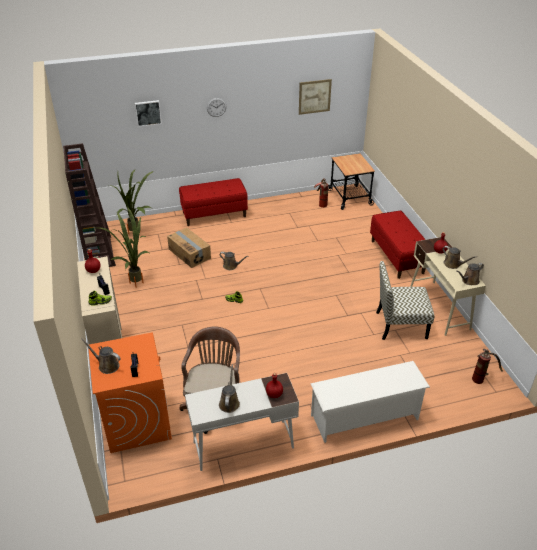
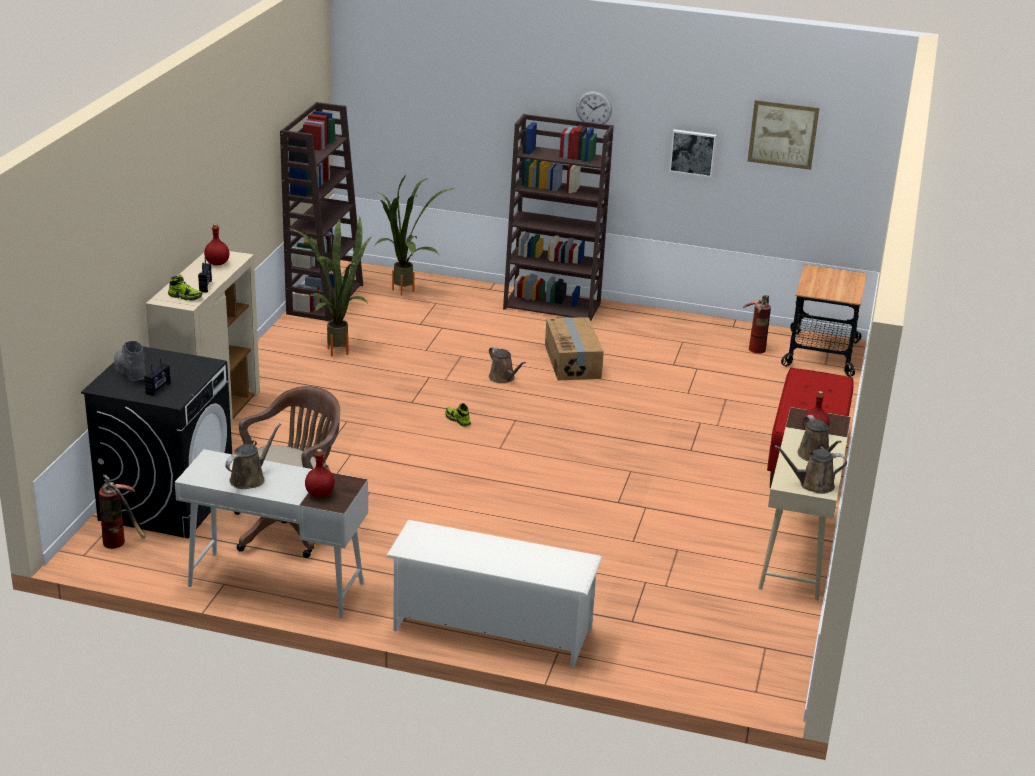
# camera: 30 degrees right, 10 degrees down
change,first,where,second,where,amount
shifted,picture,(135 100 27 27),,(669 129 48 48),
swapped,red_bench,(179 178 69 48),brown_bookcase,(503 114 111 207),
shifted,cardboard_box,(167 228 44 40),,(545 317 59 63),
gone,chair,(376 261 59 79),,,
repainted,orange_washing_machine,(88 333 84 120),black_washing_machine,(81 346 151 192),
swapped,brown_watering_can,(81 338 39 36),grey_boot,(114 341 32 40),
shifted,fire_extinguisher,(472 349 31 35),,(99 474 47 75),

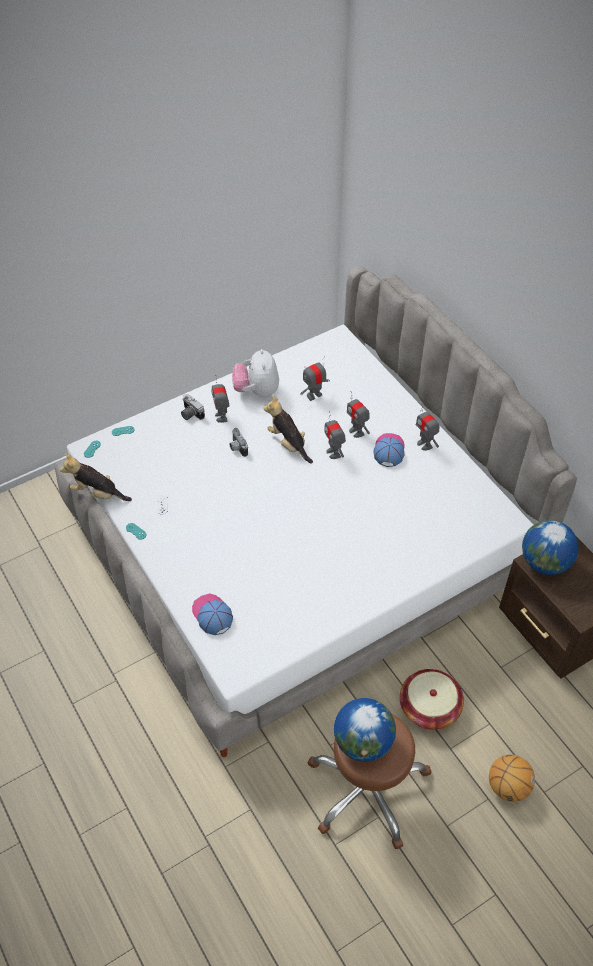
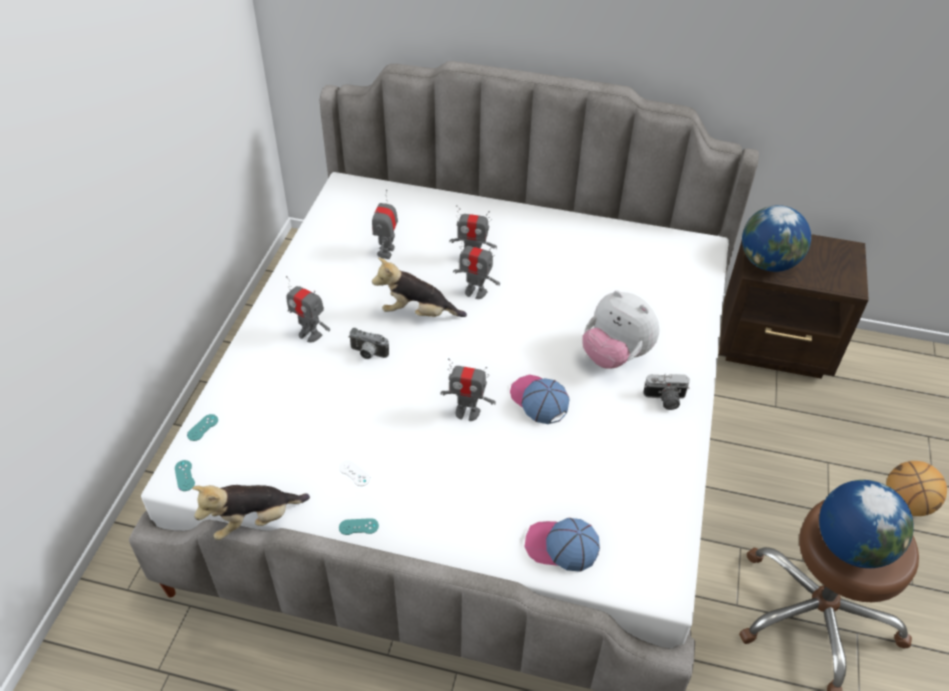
# camera: 45 degrees left, 5 degrees down
change,first,where,second,where,amount
shifted,plush_toy,(232 349 47 48),,(582 291 77 78),
shifted,photo_camera,(181 394 24 26),,(643 374 47 36),
shifted,toy_robot,(415 404 24 47),,(440 358 56 63),
shifted,cap,(373 433 32 34),,(510 375 60 49),
gone,basket,(400 669 64 61),,,

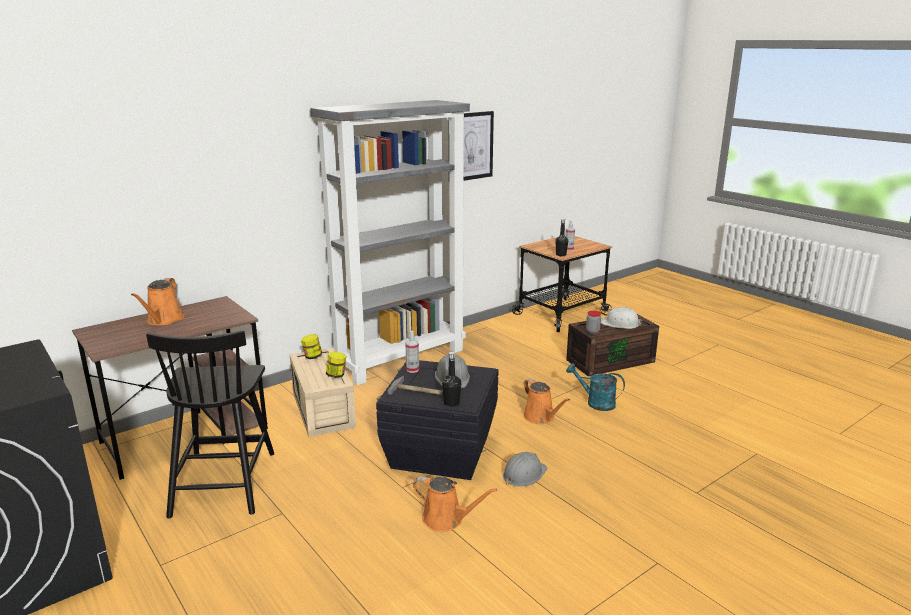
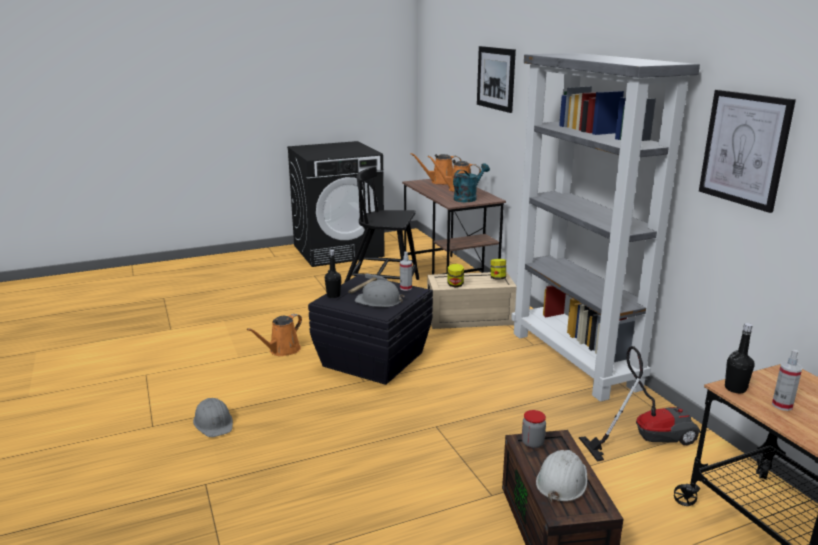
# camera: 105 degrees right, 0 degrees up
change,first,where,second,where,amount
shifted,turquoise_watering_can,(566 363 59 48),,(453 163 37 39),
shifted,orange_watering_can,(523 379 47 45),,(410 153 51 31),
shifted,grey_hard_hat,(503 452 44 35),,(193 398 40 39),
new,,,picture,(477 46 39 67),
new,,,vacuum_cleaner,(579 346 122 116),

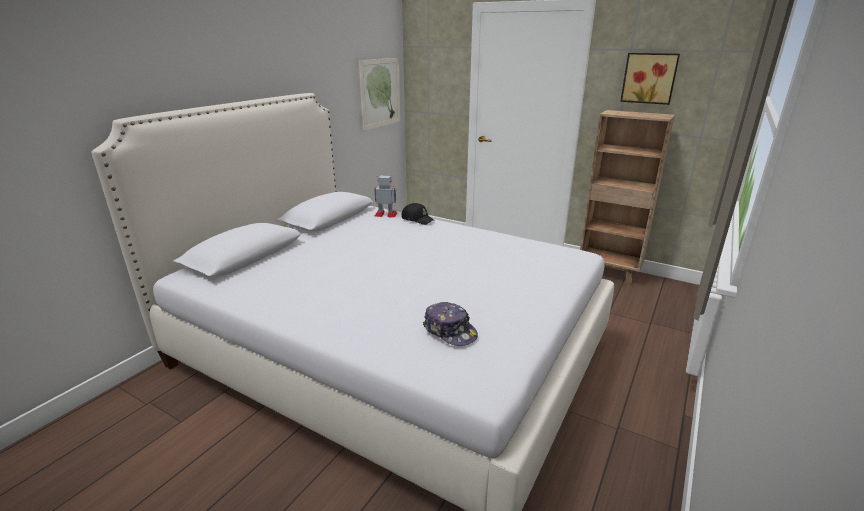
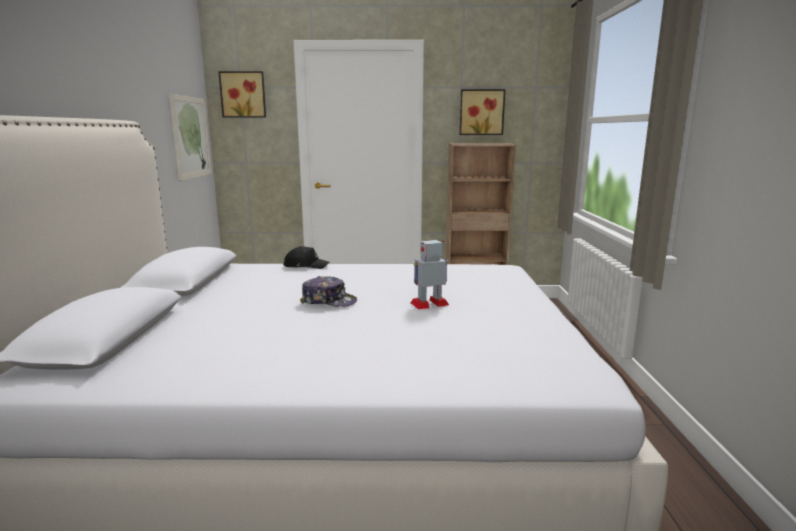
# camera: 30 degrees left, 10 degrees down
change,first,where,second,where,amount
shifted,toy_robot,(374 175 23 42),,(410 240 39 69),
shifted,cap,(423 302 55 44),,(300 276 57 30),
new,,,picture,(218 71 48 47),

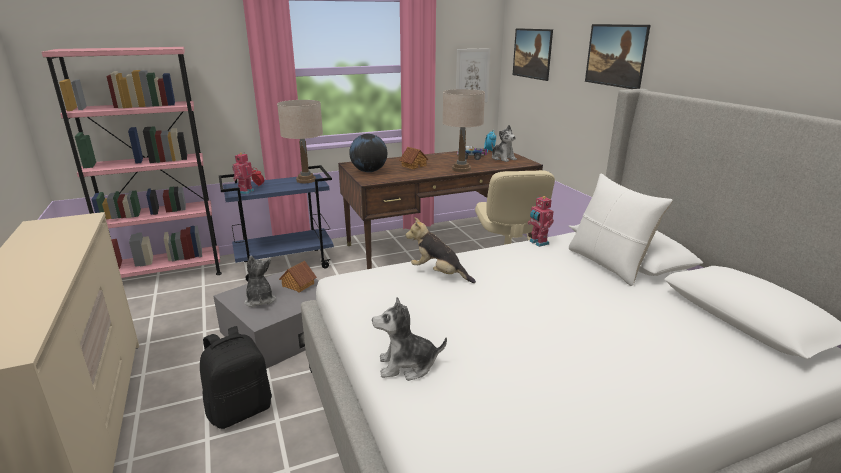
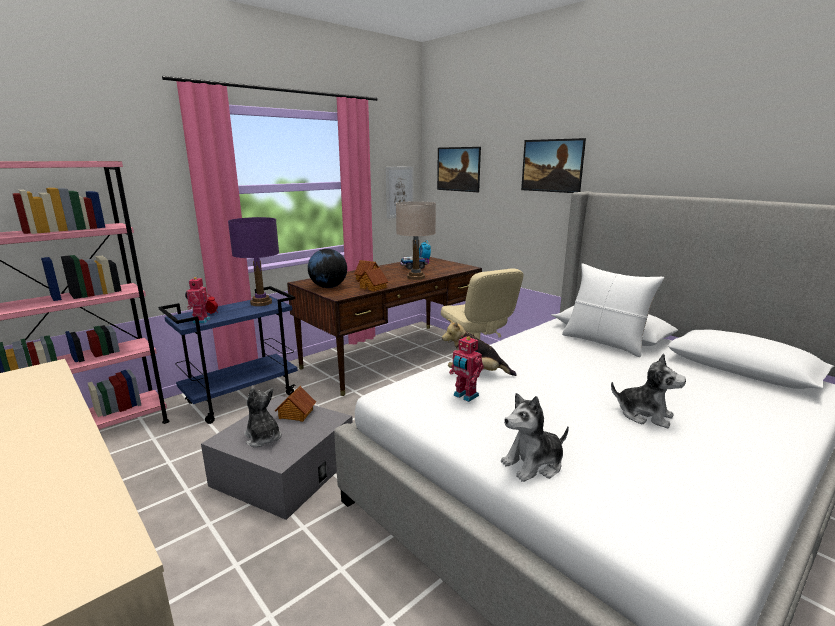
# camera: 20 degrees left, 5 degrees down
change,first,where,second,where,amount
repainted,beige_table_lamp,(277 100 46 83),purple_table_lamp,(228 217 51 89),
shifted,plush_toy,(491 125 26 37),,(611 353 75 75),
shifted,toy_robot,(528 195 26 52),,(449 336 35 66),
gone,black_backpack,(200 326 72 103),,,
new,,,toy_house,(357 267 31 25),

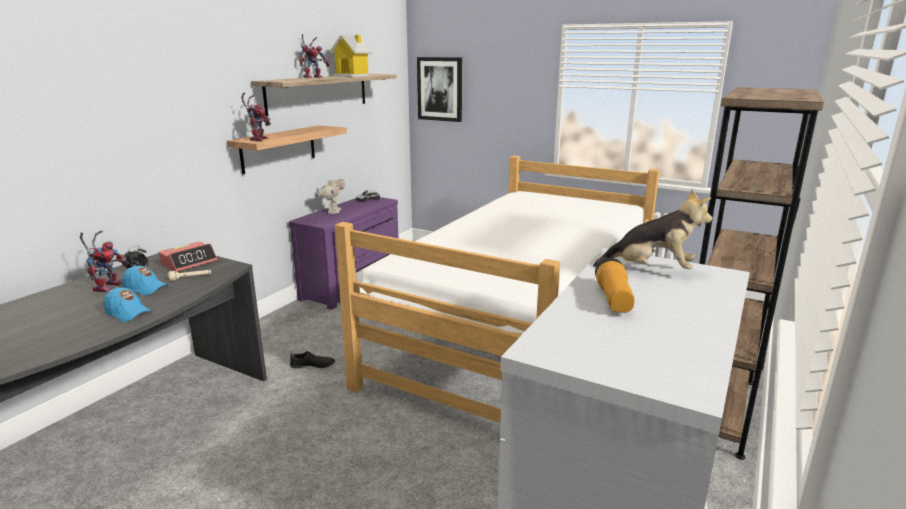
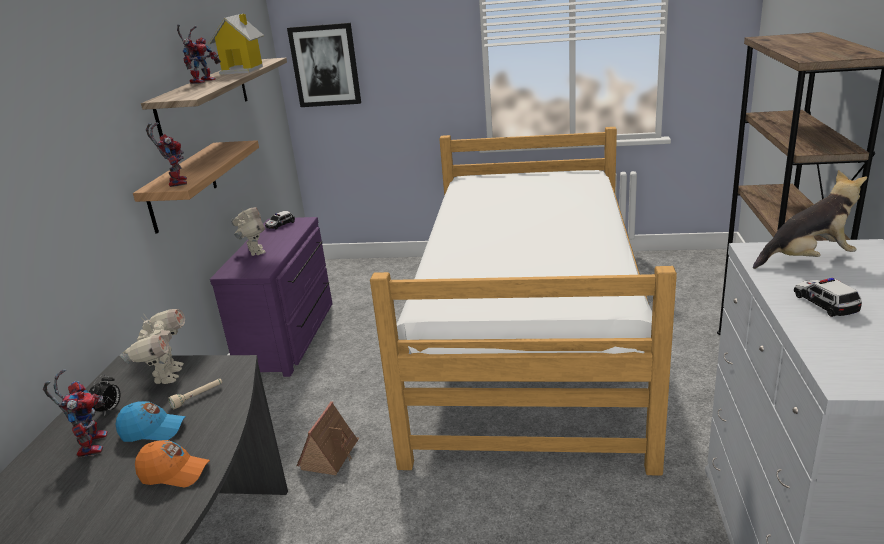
# camera: 20 degrees left, 5 degrees up
change,first,where,second,where,amount
swapped,alarm_clock,(158 241 59 31),toy_robot,(120 309 65 75),
swapped,flashlight,(595 258 40 55),toy_car,(794 278 68 39),
repainted,blue_cap,(103 287 49 35),orange_cap,(135 440 75 47),
swapped,black_shoe,(290 351 45 17),toy_house,(297 401 62 74),

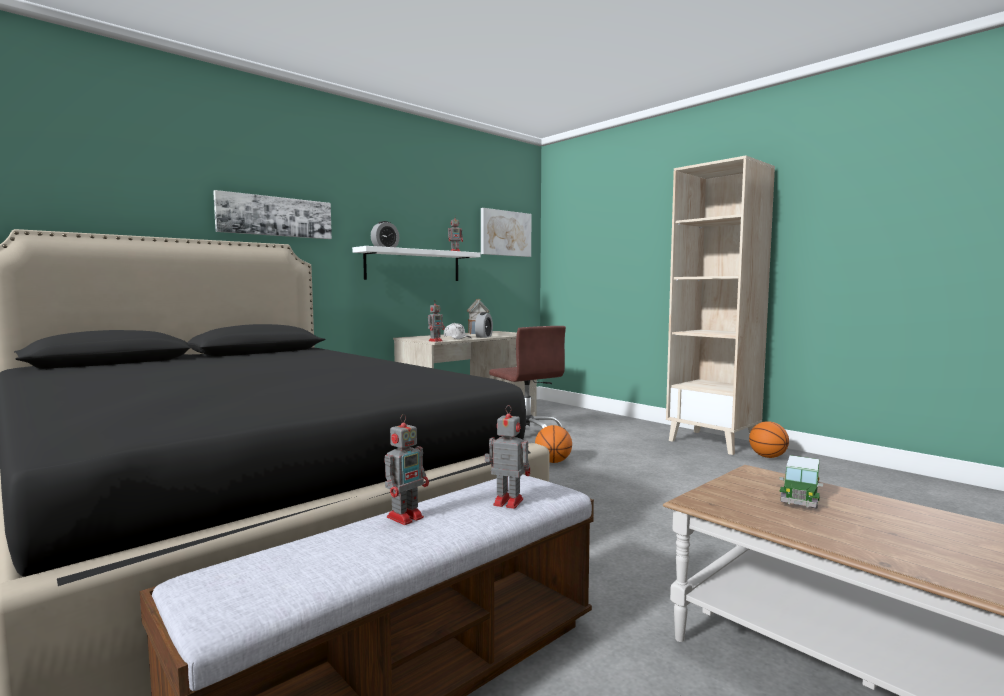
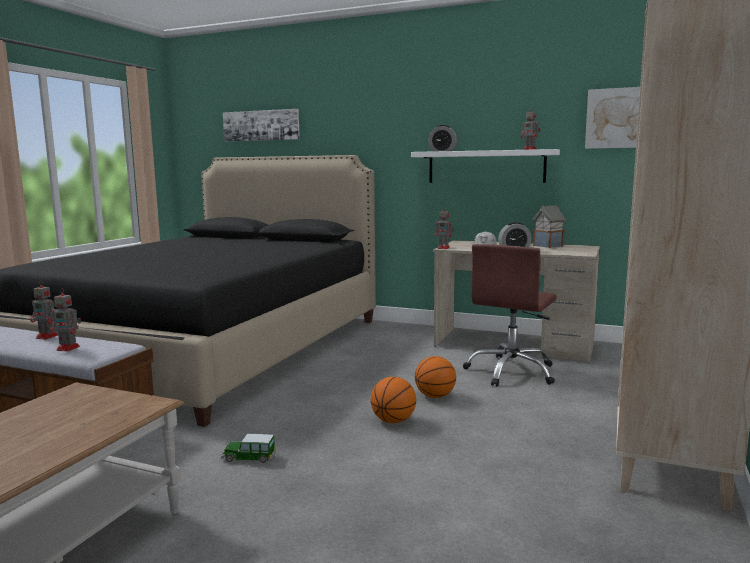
# camera: 65 degrees right, 5 degrees up
change,first,where,second,where,amount
shifted,picture,(213 190 119 49),,(223 109 77 33),
rotated,toy_robot,(484 405 46 104),,(50 288 31 63),105 degrees clockwise
shifted,basketball,(749 421 40 37),,(371 377 45 46),
shifted,toy_car,(779 455 44 54),,(221 434 55 29),

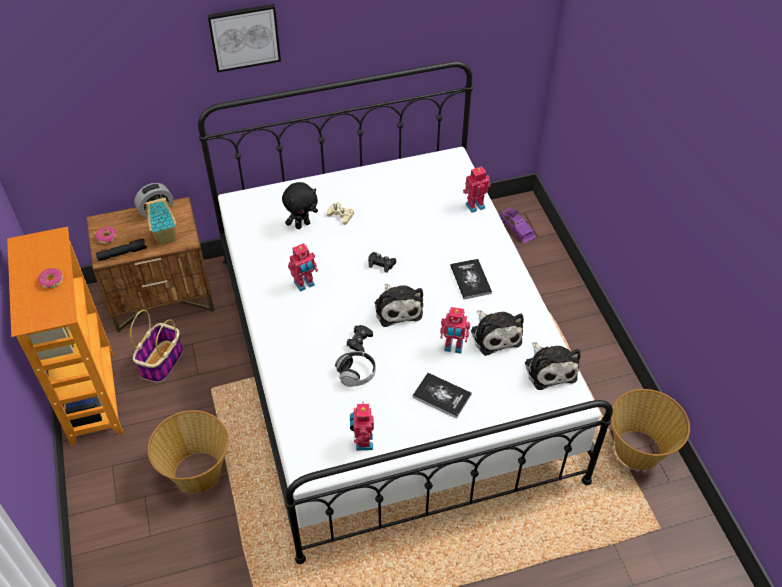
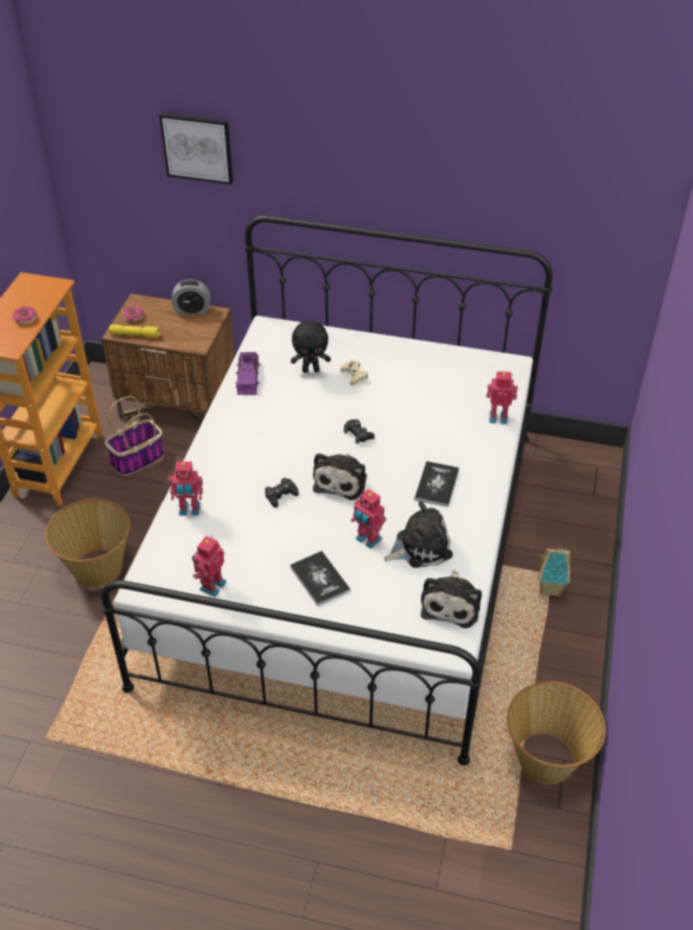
# camera: 30 degrees right, 5 degrees down
change,first,where,second,where,amount
shifted,picture,(207 4 74 69),,(159 113 74 71),
shifted,toy_house,(145 194 32 51),,(539 544 32 53),
shifted,purple_toy_car,(499 207 37 36),,(235 352 26 43),
repainted,black_flashlight,(95 239 52 22),yellow_flashlight,(109 324 52 14),
shifted,toy_robot,(288 243 30 49),,(169 461 34 54),
rotated,plush_toy,(471 310 53 46),,(384 501 69 67),120 degrees counterclockwise
gone,headphones,(335 351 41 36),,,

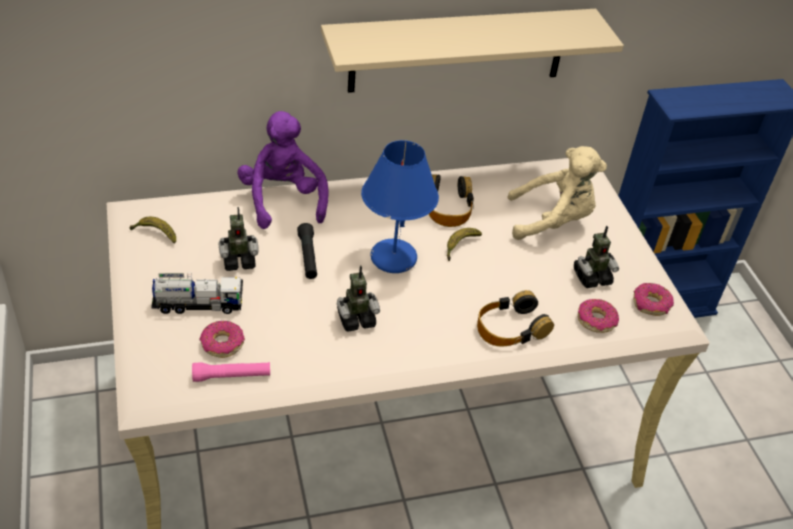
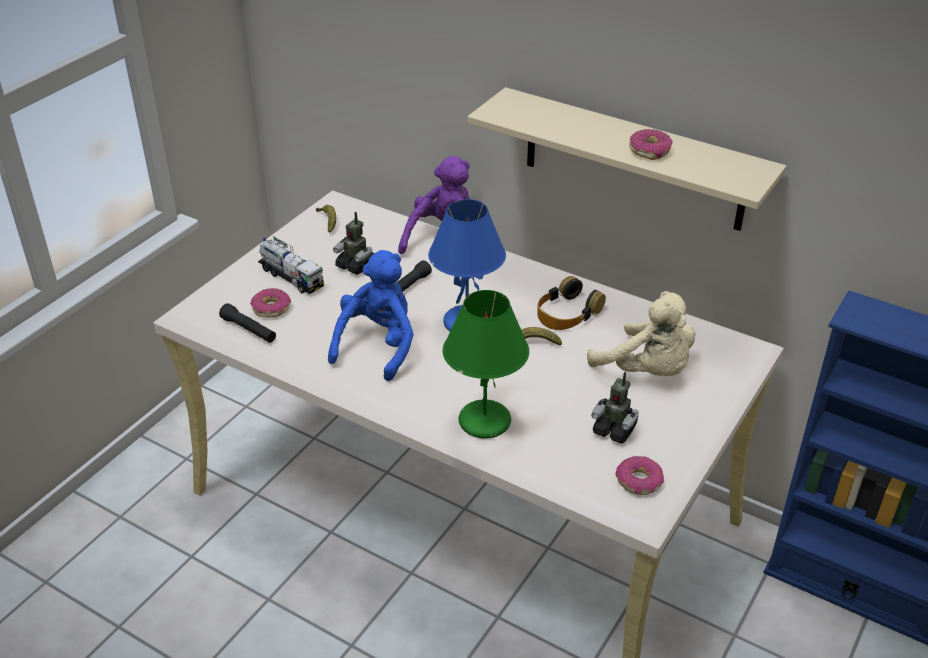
# camera: 50 degrees right, 5 degrees down
change,first,where,second,where,amount
swapped,toy_robot,(337 265 43 67),blue_plush_toy,(328 250 86 131),
swapped,headphones,(477 290 77 56),green_table_lamp,(443 290 86 149),
shifted,donut,(578 299 41 34),,(629 129 43 31),
repainted,pink_flashlight,(192 362 78 20),black_flashlight,(219 303 57 40),

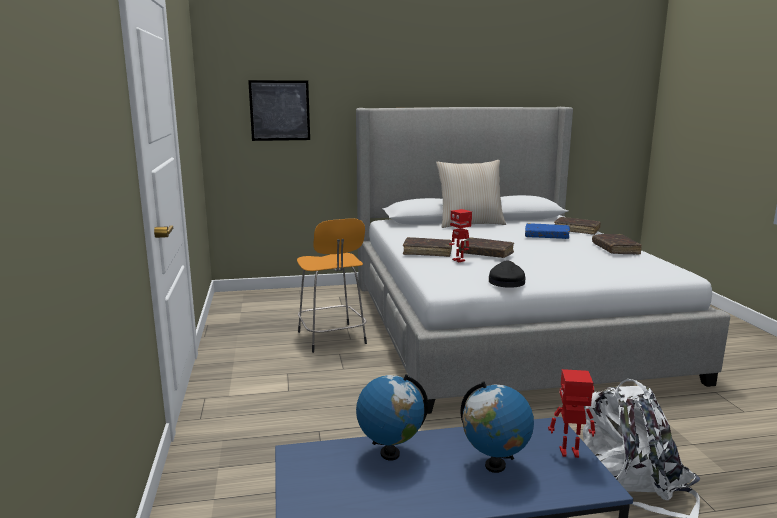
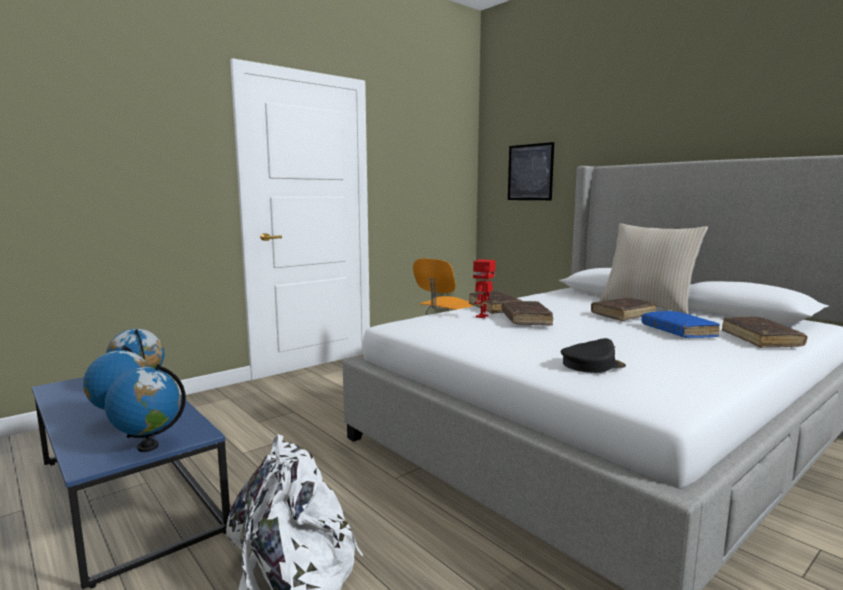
# camera: 60 degrees right, 5 degrees down
change,first,where,second,where,amount
shifted,brown_book,(592 234 50 20),,(591 298 65 23),
shifted,black_cap,(489 260 37 28),,(561 338 65 35),
swapped,toy_robot,(548 369 47 89),globe,(105 364 81 88),

